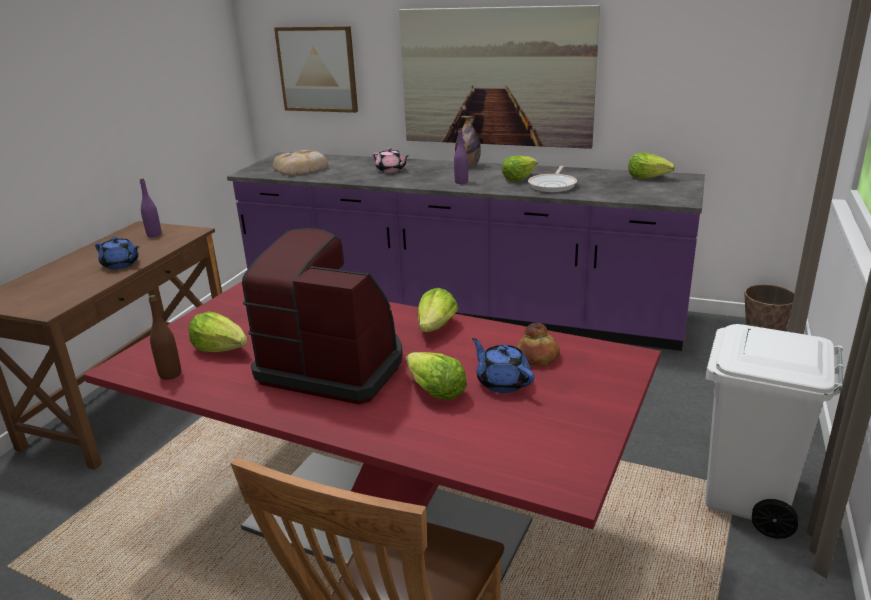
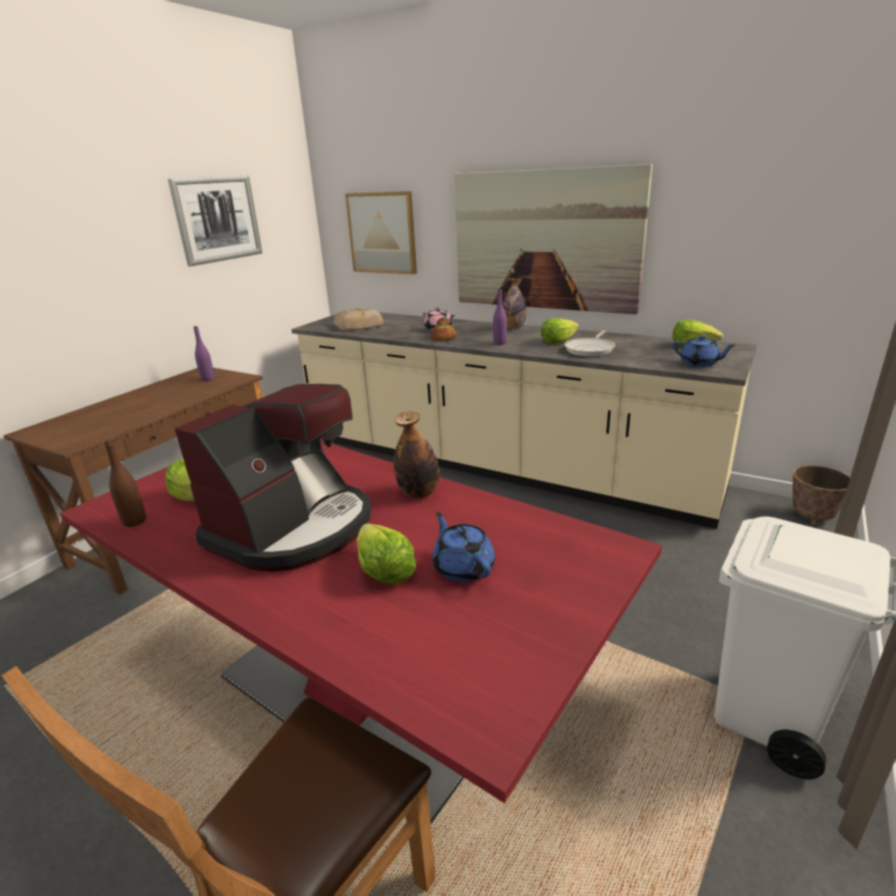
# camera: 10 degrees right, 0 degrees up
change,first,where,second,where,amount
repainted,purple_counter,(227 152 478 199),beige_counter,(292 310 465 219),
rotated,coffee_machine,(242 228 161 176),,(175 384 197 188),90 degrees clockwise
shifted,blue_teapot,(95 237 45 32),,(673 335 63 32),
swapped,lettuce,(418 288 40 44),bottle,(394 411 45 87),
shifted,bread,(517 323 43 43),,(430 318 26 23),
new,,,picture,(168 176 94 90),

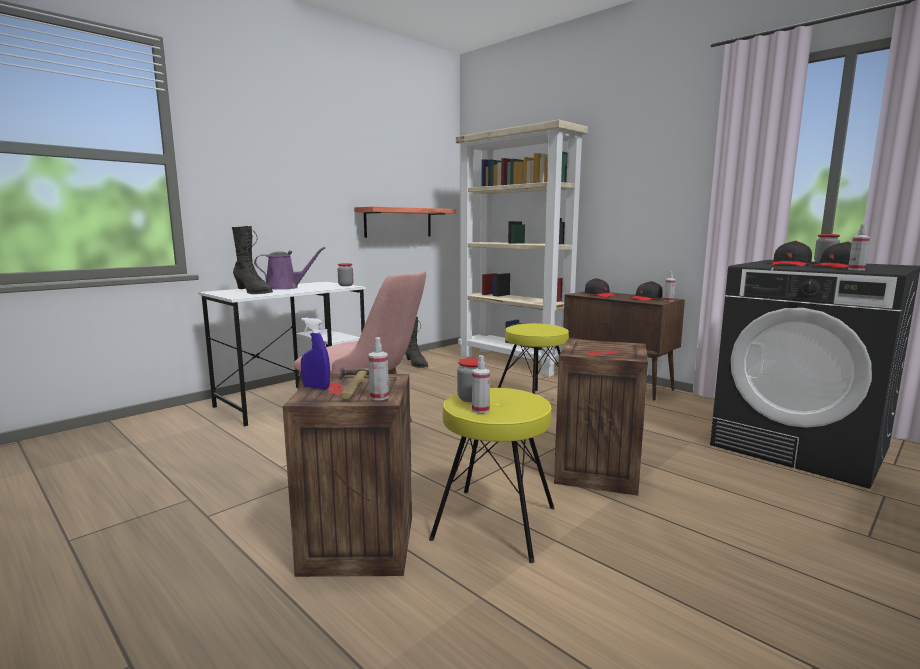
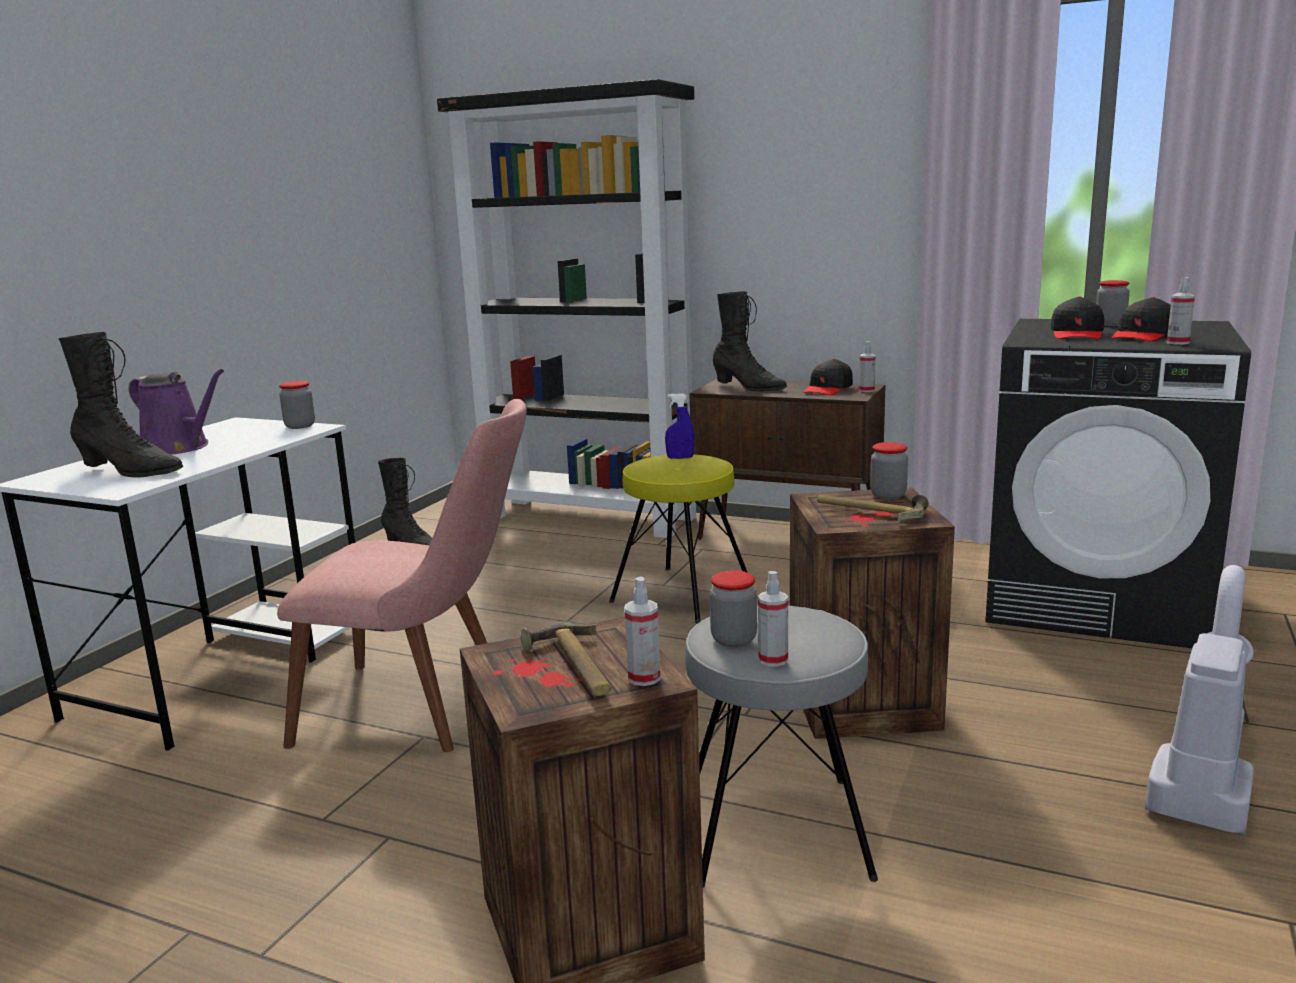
# camera: 20 degrees left, 5 degrees up
change,first,where,second,where,amount
repainted,beige_bookcase,(456 120 132 257),black_bookcase,(437 79 259 459),
gone,shelf,(354 206 102 32),,,
rotated,purple_watering_can,(254 247 72 43),,(128 369 96 86),60 degrees clockwise
swapped,black_cap,(585 278 32 19),black_boot,(712 291 75 101),
shifted,blue_spray_bottle,(301 318 29 71),,(665 393 29 66),
repainted,yellow_stool,(429 388 126 175),grey_stool,(685 606 193 281),
new,,,jar,(870 442 38 58),
new,,,hammer,(817 494 112 27),
new,,,vacuum_cleaner,(1145 565 109 270),

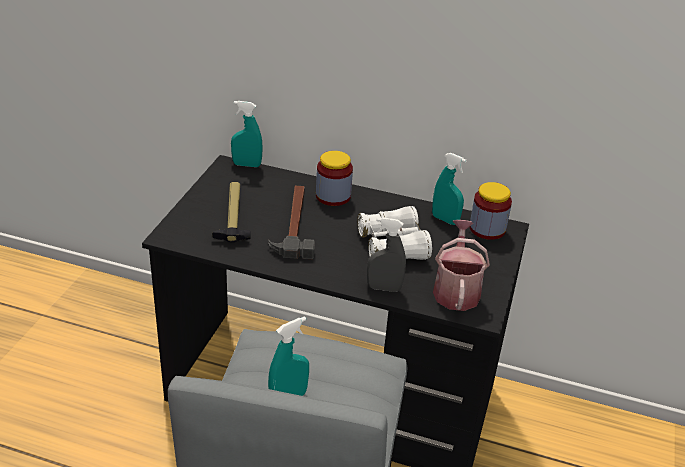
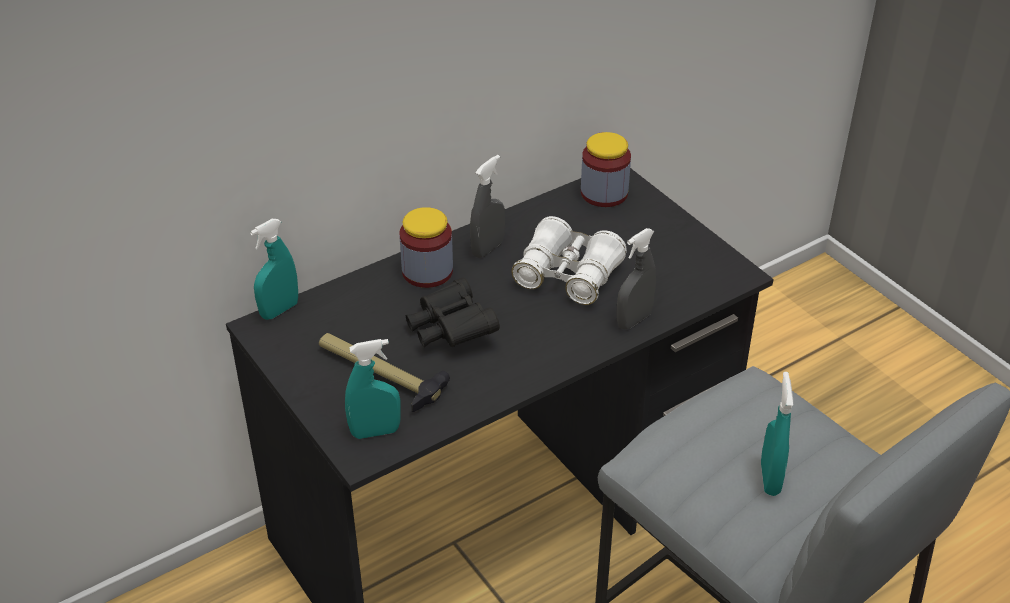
# camera: 50 degrees left, 5 degrees up
change,first,where,second,where,amount
shifted,turquoise_spray_bottle,(432 153 35 72),,(345 339 55 100),
swapped,hammer,(268 186 47 73),black_binoculars,(406 277 94 70),
gone,watering_can,(433 220 57 91),,,
new,,,grey_spray_bottle,(470 155 35 103),

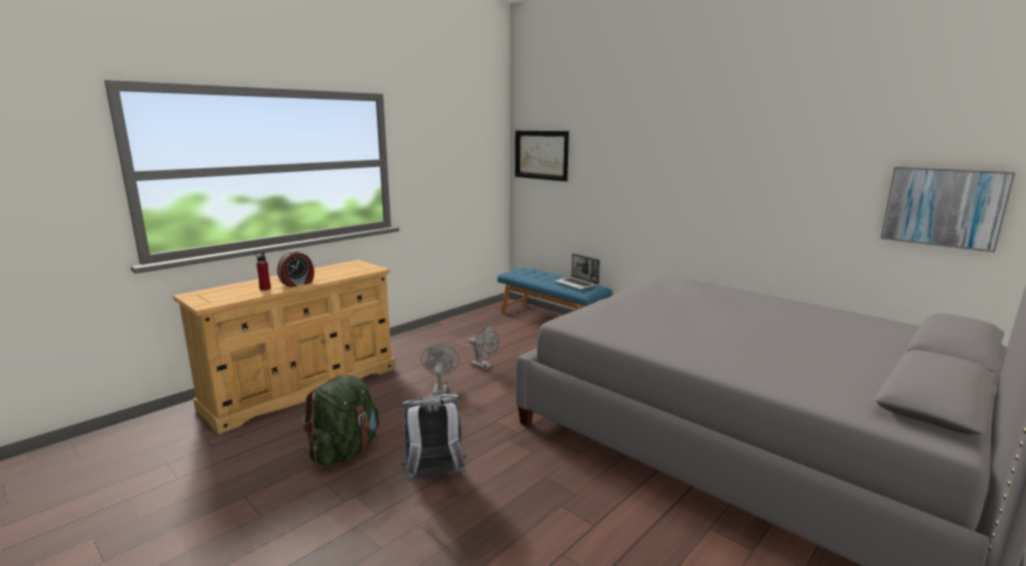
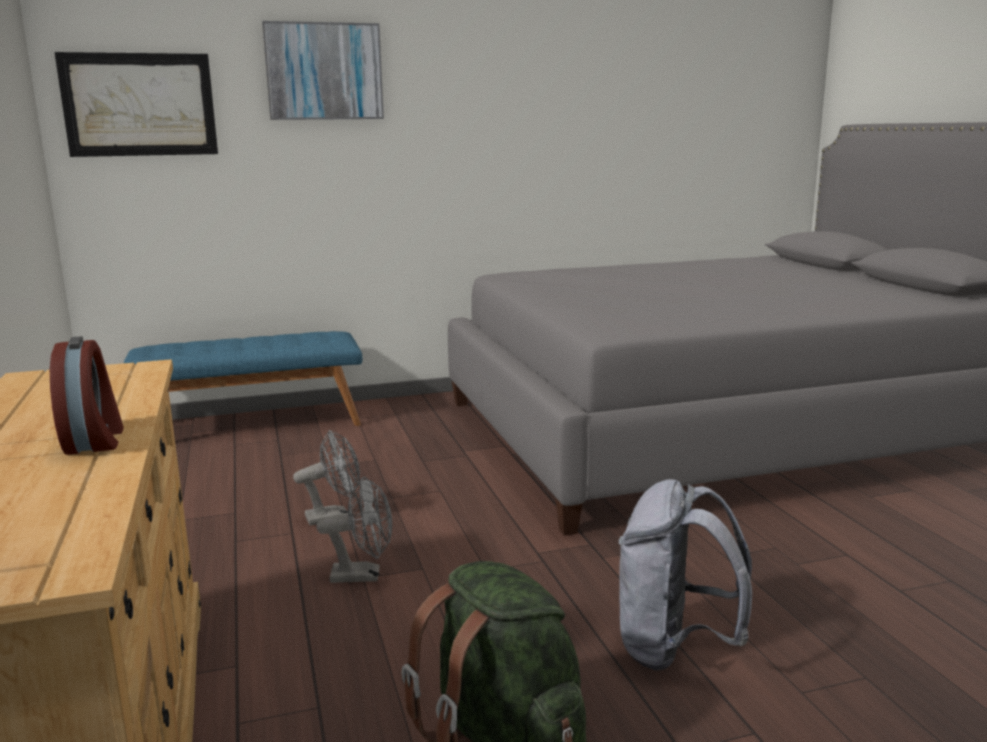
# camera: 60 degrees left, 0 degrees up
change,first,where,second,where,amount
shifted,picture,(880 167 135 85),,(262 21 122 99),
gone,red_bottle,(255 251 16 39),,,
gone,laptop,(554 253 46 37),,,
rotated,grey_fan,(421 344 38 51),,(316 477 76 106),150 degrees clockwise

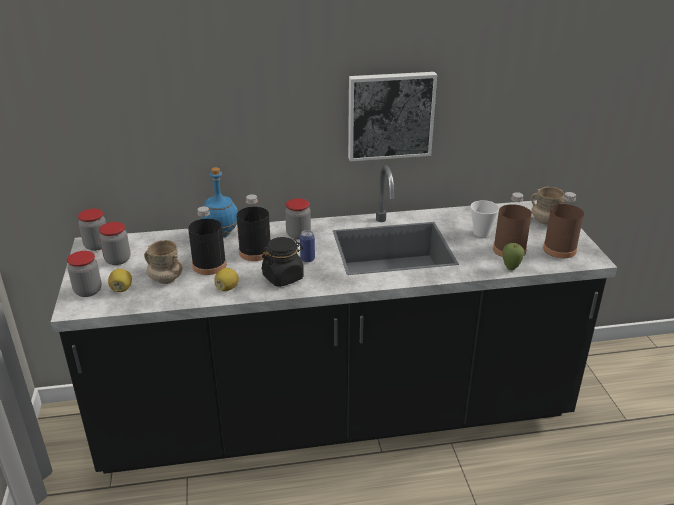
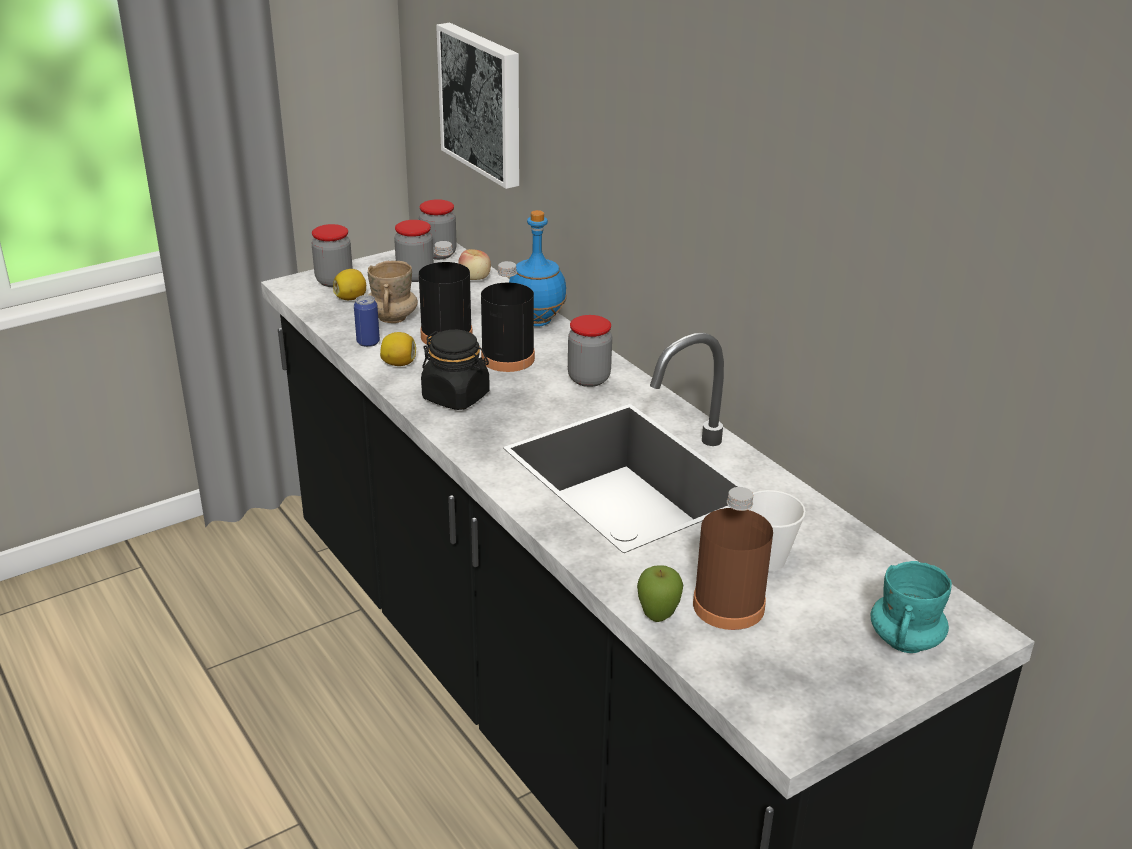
# camera: 65 degrees right, 0 degrees up
change,first,where,second,where,amount
shifted,picture,(348 72 89 89),,(436 23 83 166),
repainted,beige_mug,(531 187 34 38),turquoise_mug,(870 561 82 92),
gone,brown_bottle,(543 192 41 66),,,
shifted,can,(300 230 15 32),,(354 295 26 52),
new,,,apple,(458 249 33 31),

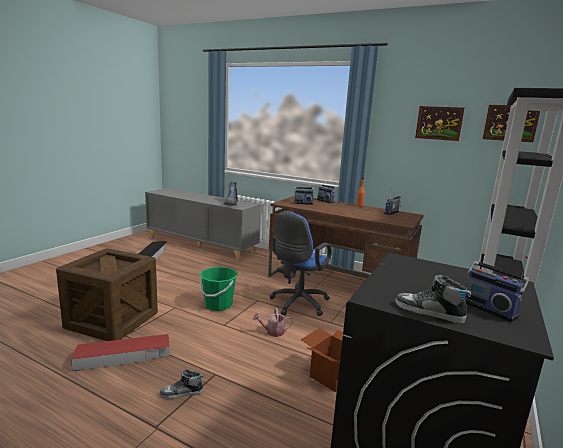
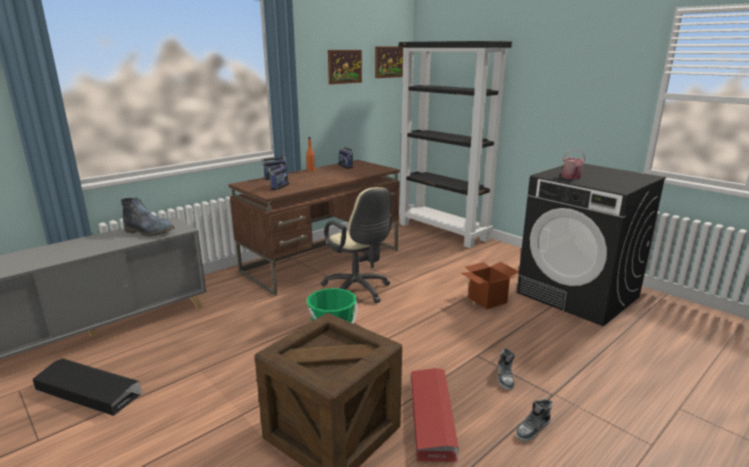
# camera: 70 degrees left, 5 degrees up
change,first,where,second,where,amount
repainted,blue_office_chair,(269 211 63 105),beige_office_chair,(321 187 71 116),
gone,radio,(465 256 65 66),,,
shifted,shoe,(395 275 76 49),,(516 399 36 43),
shifted,watering_can,(253 308 40 29),,(561 149 24 30),

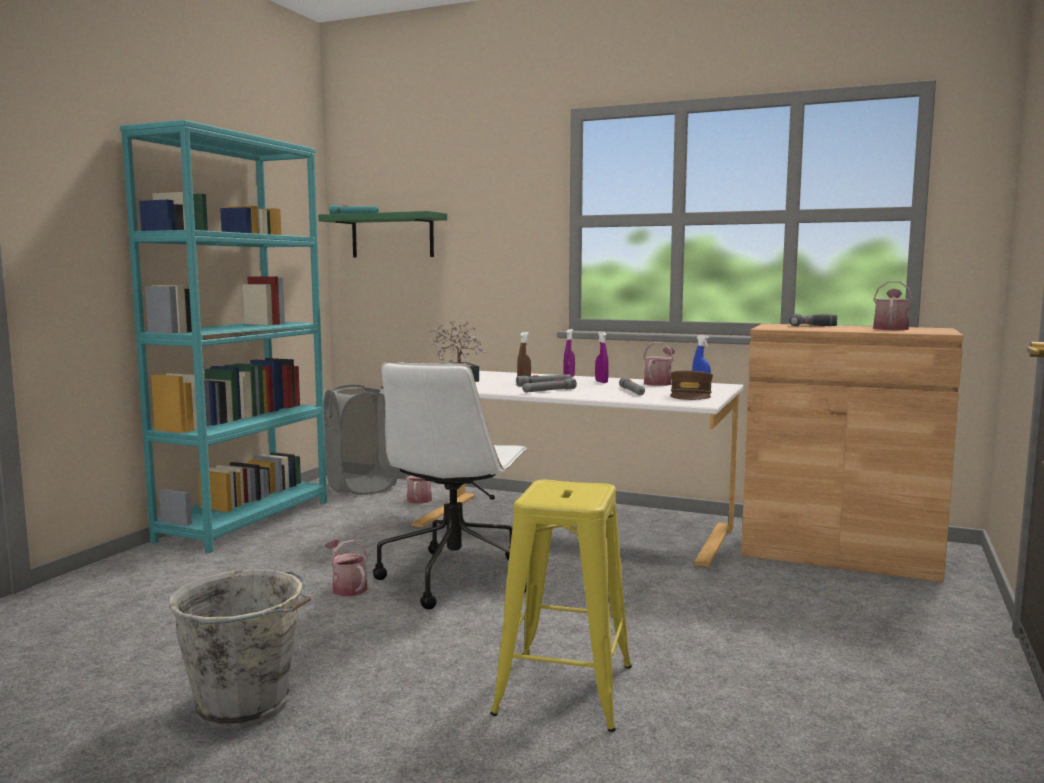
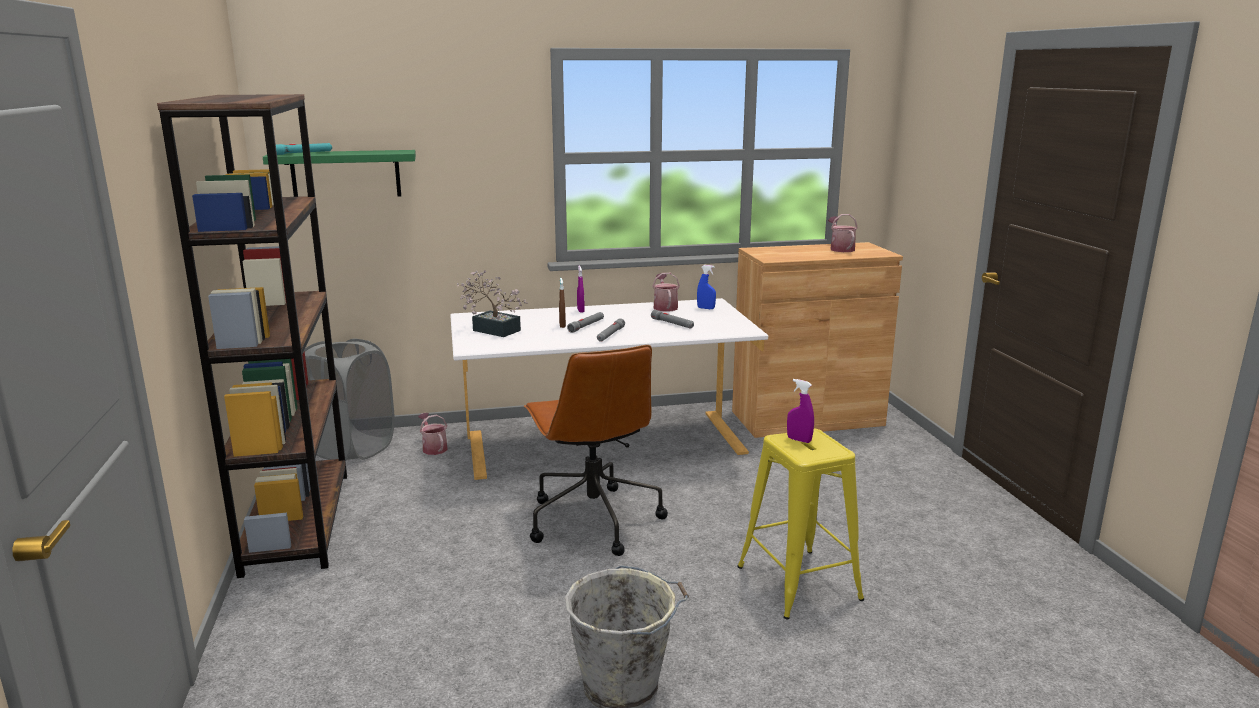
# camera: 35 degrees left, 10 degrees up
change,first,where,second,where,amount
repainted,turquoise_bookcase,(120 120 207 433),brown_bookcase,(157 94 190 484),
gone,power_drill,(789 314 48 12),,,
shifted,purple_spray_bottle,(595 331 14 52),,(787 379 27 64),
repainted,white_office_chair,(373 362 155 248),brown_office_chair,(524 345 144 211),
gone,brown_cap,(670 370 43 30),,,
gone,watering_can,(325 539 43 57),,,

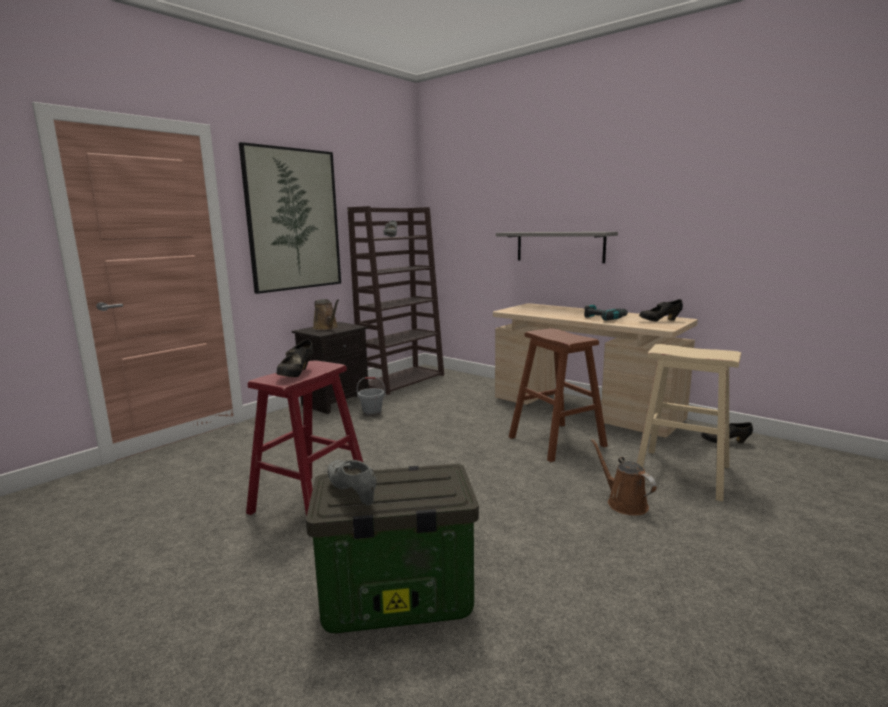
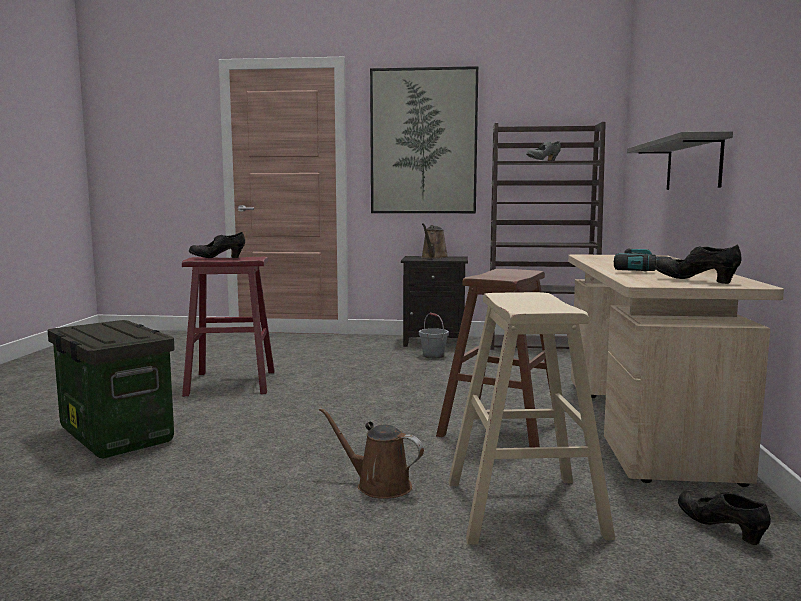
# camera: 55 degrees right, 5 degrees down
change,first,where,second,where,amount
rotated,brown_watering_can,(591 439 66 76),,(319 408 105 91),90 degrees counterclockwise
gone,grey_shoe,(327 459 49 46),,,

